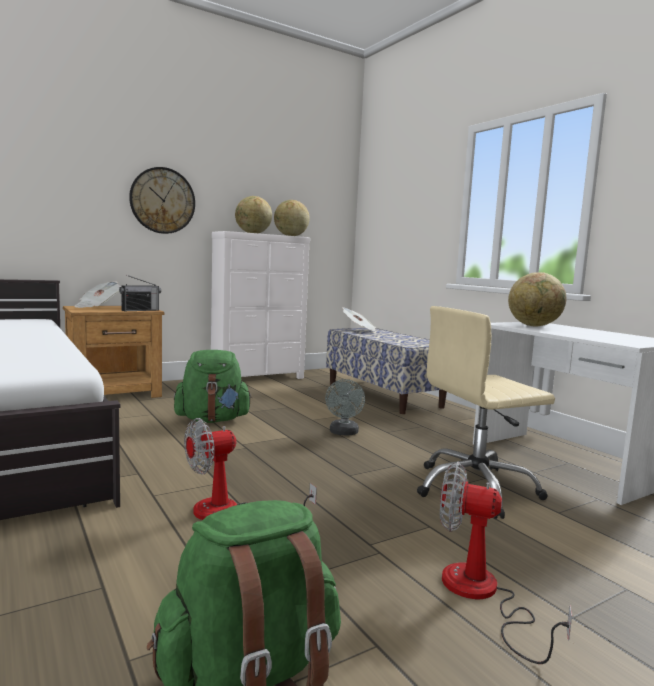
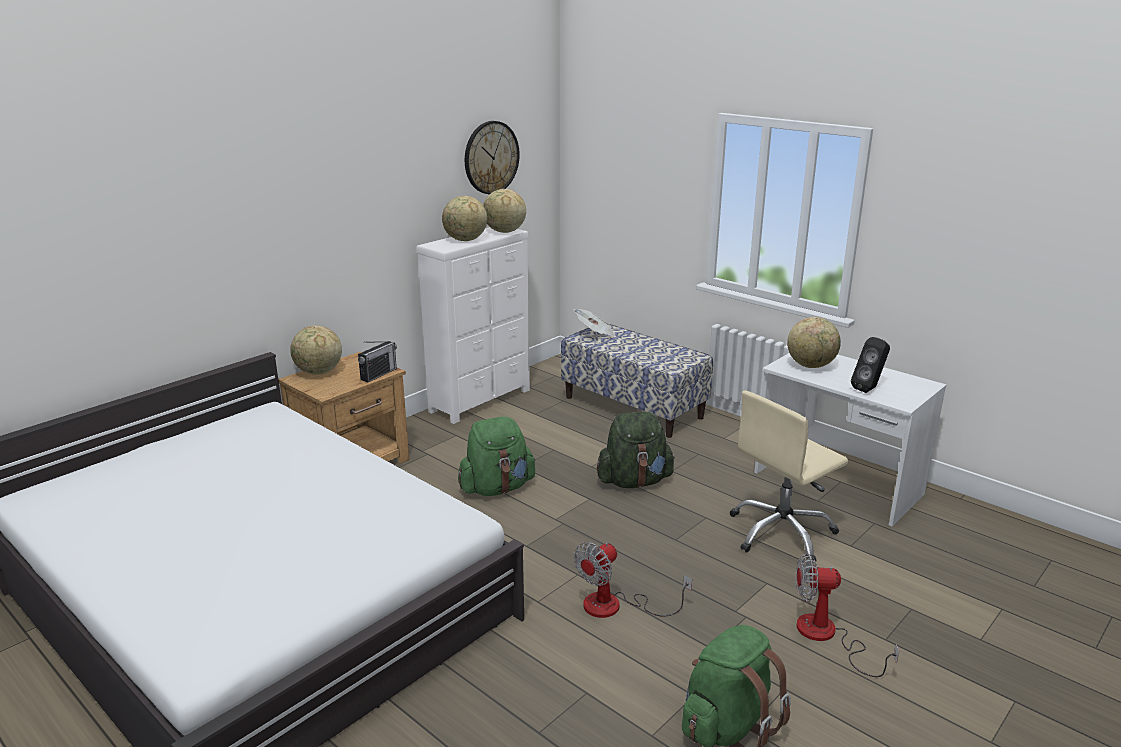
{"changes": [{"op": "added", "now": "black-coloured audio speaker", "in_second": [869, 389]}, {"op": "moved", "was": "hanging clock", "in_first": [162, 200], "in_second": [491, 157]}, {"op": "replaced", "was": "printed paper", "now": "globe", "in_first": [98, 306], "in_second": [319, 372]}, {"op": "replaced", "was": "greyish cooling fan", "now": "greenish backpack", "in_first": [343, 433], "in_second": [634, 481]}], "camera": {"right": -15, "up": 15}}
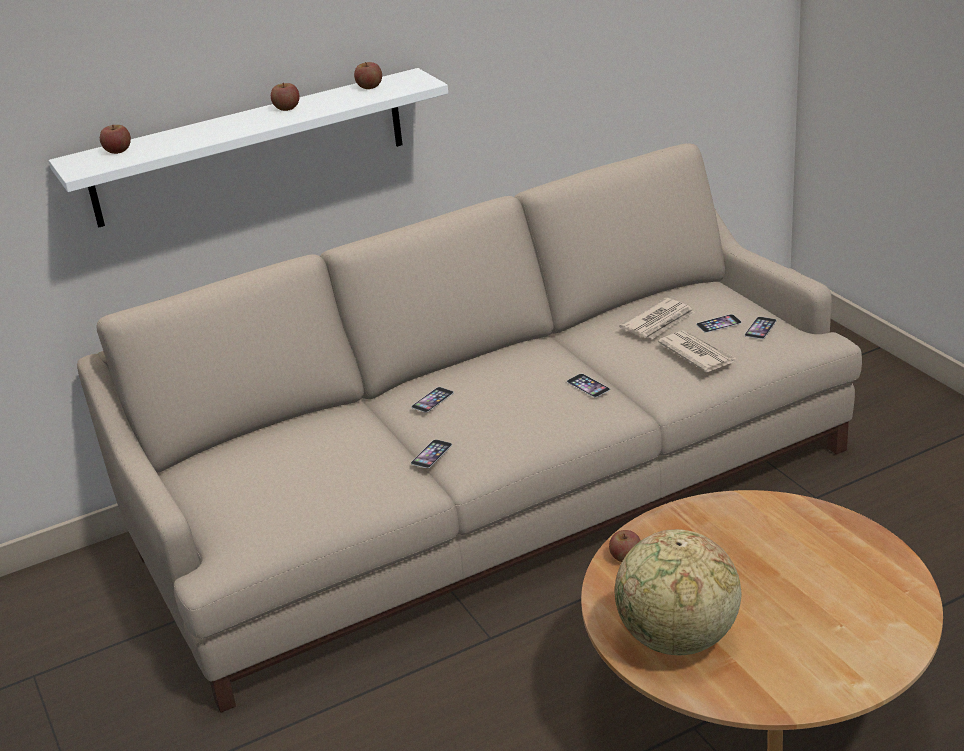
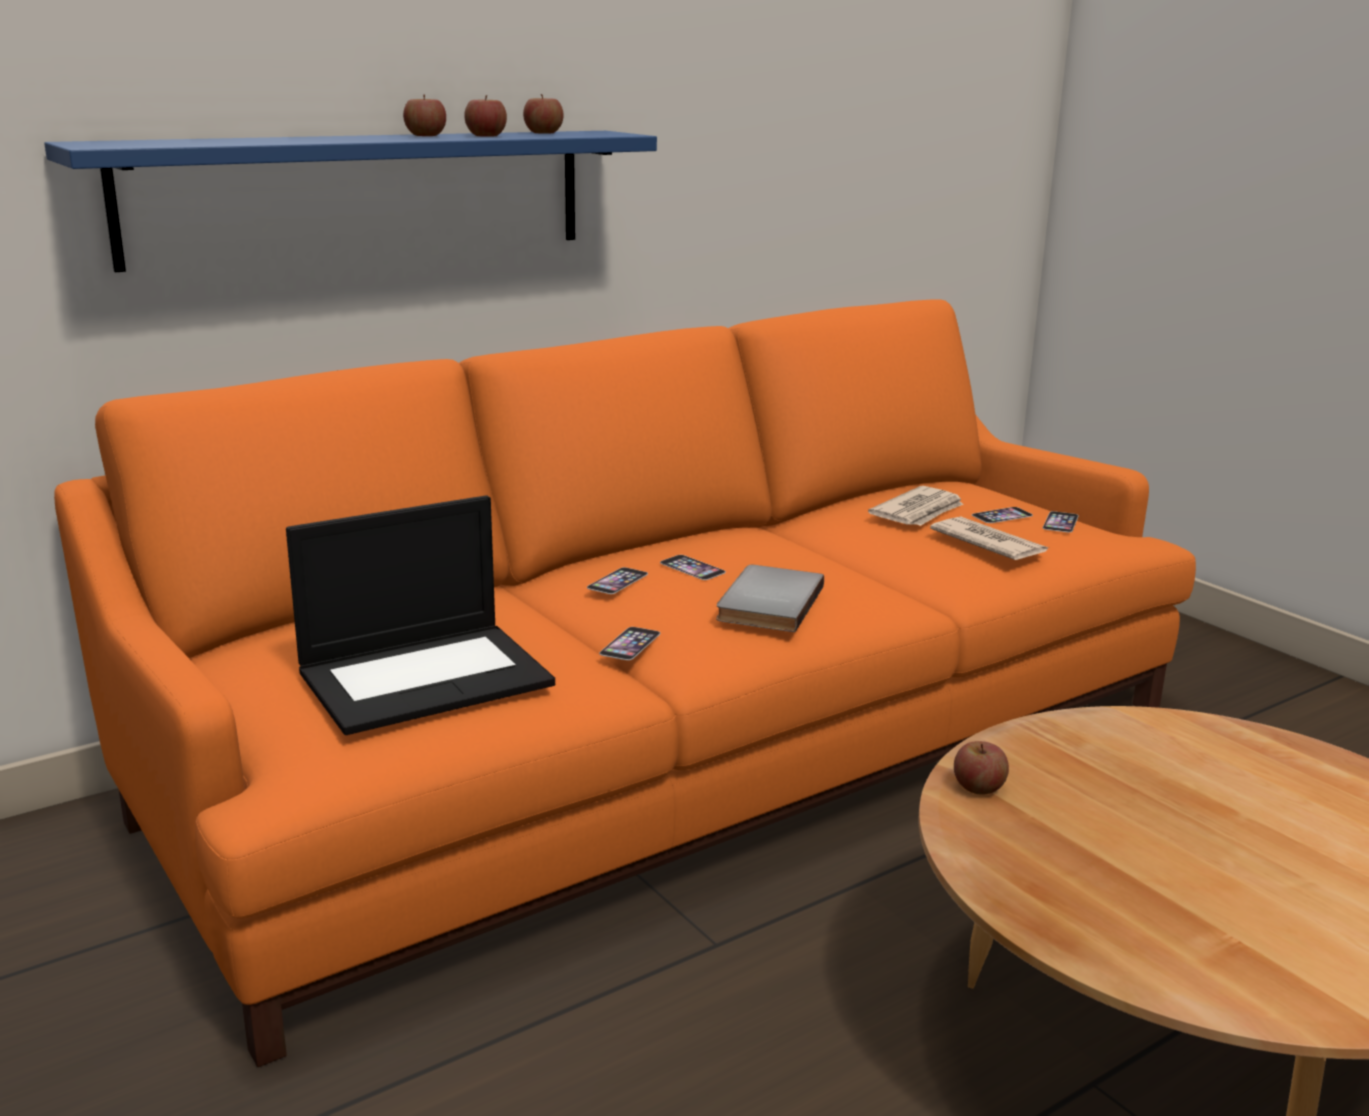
{"changes": [{"op": "removed", "was": "globe", "in_first": [677, 639]}, {"op": "added", "now": "laptop", "in_second": [427, 677]}, {"op": "added", "now": "greyish bound book", "in_second": [766, 603]}, {"op": "moved", "was": "apple", "in_first": [118, 151], "in_second": [486, 135]}, {"op": "moved", "was": "handset", "in_first": [588, 385], "in_second": [692, 567]}, {"op": "recoloured", "was": "white-coloured shelf", "now": "bluish shelf", "in_first": [249, 147], "in_second": [362, 195]}, {"op": "recoloured", "was": "beige couch", "now": "orangey couch", "in_first": [493, 496], "in_second": [680, 752]}], "camera": {"right": -10, "up": -10}}
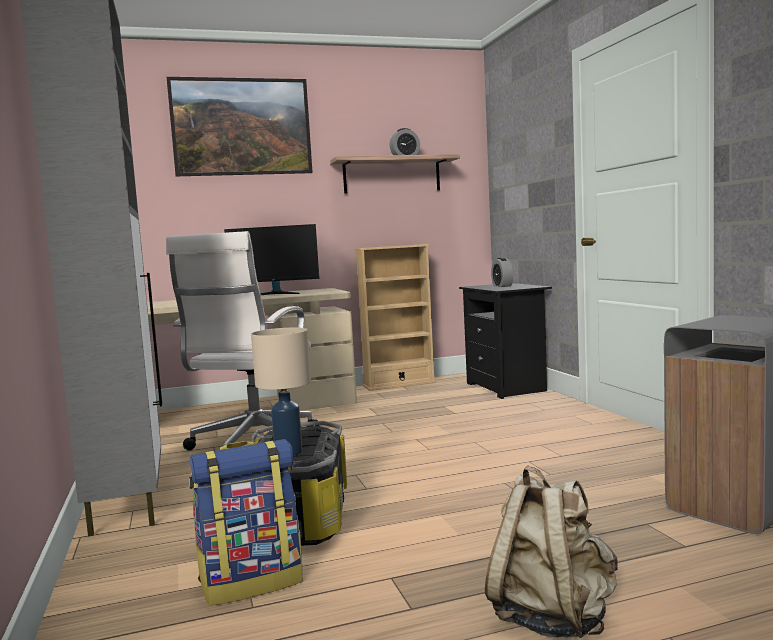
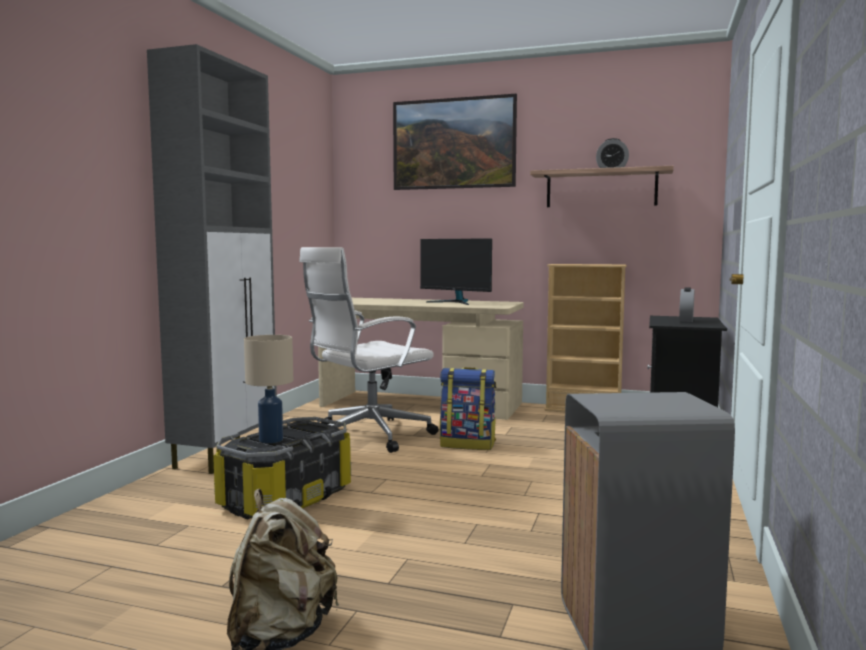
{"changes": [{"op": "moved", "was": "backpack", "in_first": [252, 581], "in_second": [468, 444]}], "camera": {"right": 35, "up": 0}}
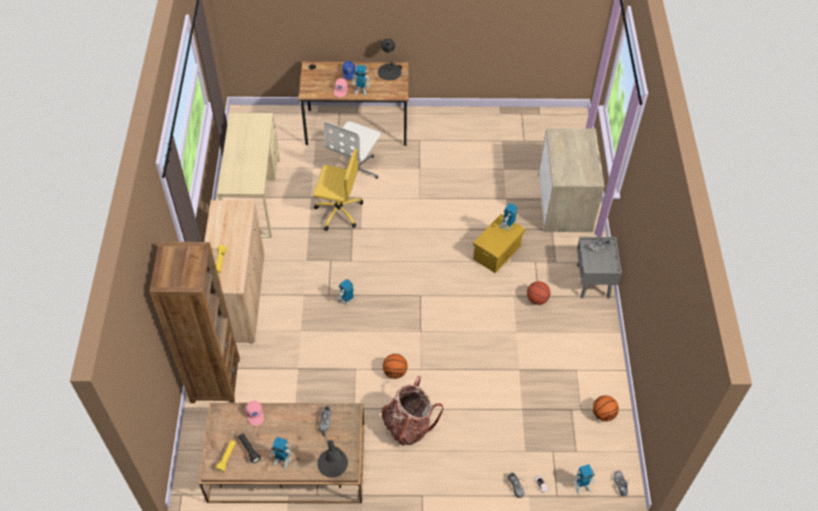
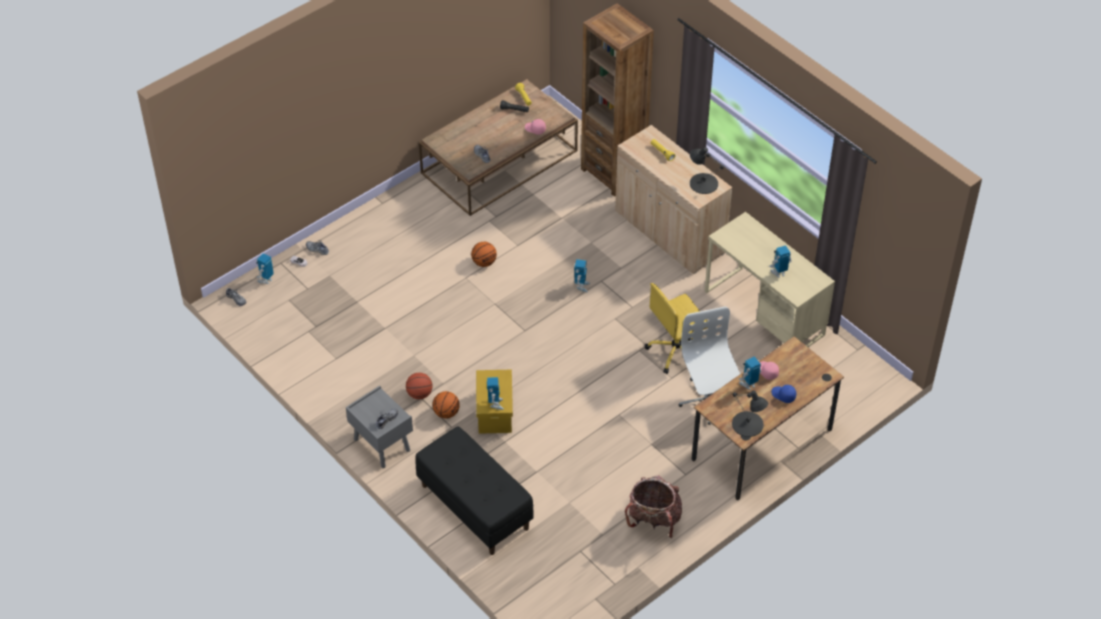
{"changes": [{"op": "moved", "was": "toy robot", "in_first": [282, 460], "in_second": [779, 273]}, {"op": "moved", "was": "black-coloured tabletop lamp", "in_first": [332, 463], "in_second": [703, 183]}, {"op": "moved", "was": "backpack", "in_first": [408, 425], "in_second": [653, 520]}, {"op": "moved", "was": "basketball", "in_first": [603, 414], "in_second": [446, 413]}, {"op": "replaced", "was": "chest of drawers", "now": "black-coloured indoor bench", "in_first": [565, 203], "in_second": [474, 507]}], "camera": {"right": 140, "up": -5}}
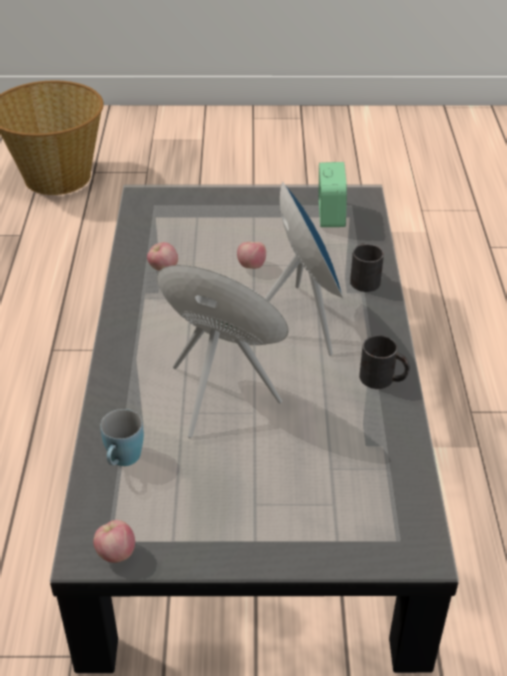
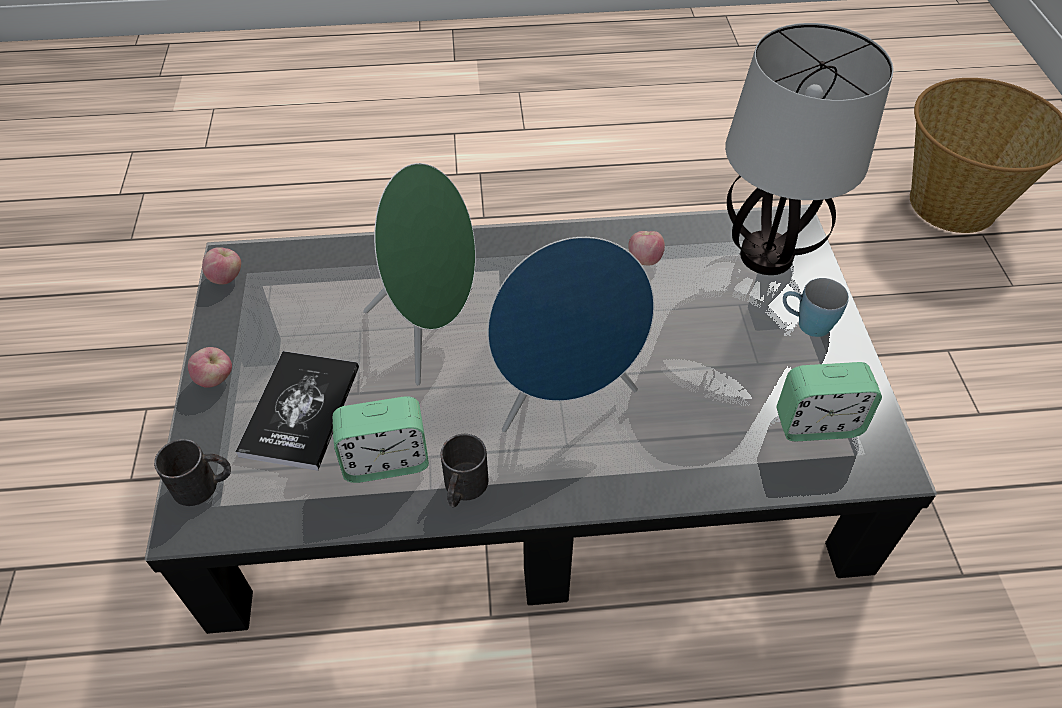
{"changes": [{"op": "added", "now": "bound book", "in_second": [301, 411]}, {"op": "added", "now": "alarm clock", "in_second": [386, 461]}, {"op": "added", "now": "tabletop lamp", "in_second": [765, 255]}, {"op": "moved", "was": "bluish coffee mug", "in_first": [122, 460], "in_second": [805, 324]}, {"op": "moved", "was": "apple", "in_first": [251, 266], "in_second": [215, 379]}, {"op": "moved", "was": "black-coloured coffee mug", "in_first": [363, 278], "in_second": [204, 484]}], "camera": {"right": 85, "up": 10}}
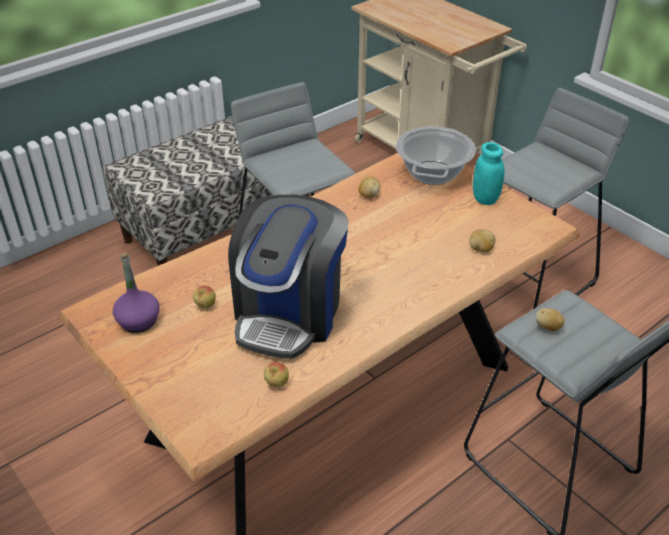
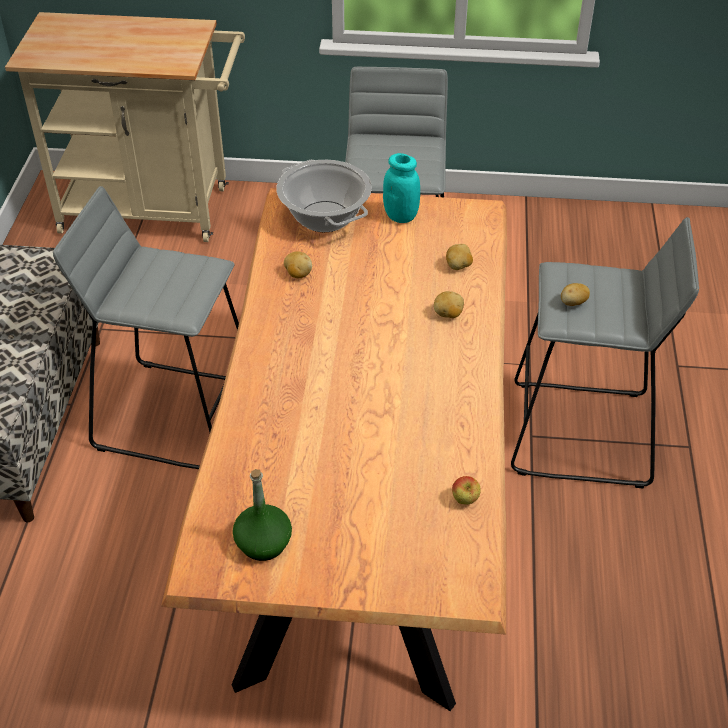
{"changes": [{"op": "removed", "was": "apple", "in_first": [205, 306]}, {"op": "removed", "was": "coffee machine", "in_first": [289, 313]}, {"op": "added", "now": "whole potato", "in_second": [448, 314]}, {"op": "recoloured", "was": "purple-coloured bottle", "now": "greenish bottle", "in_first": [138, 321], "in_second": [263, 543]}], "camera": {"right": -45, "up": 5}}
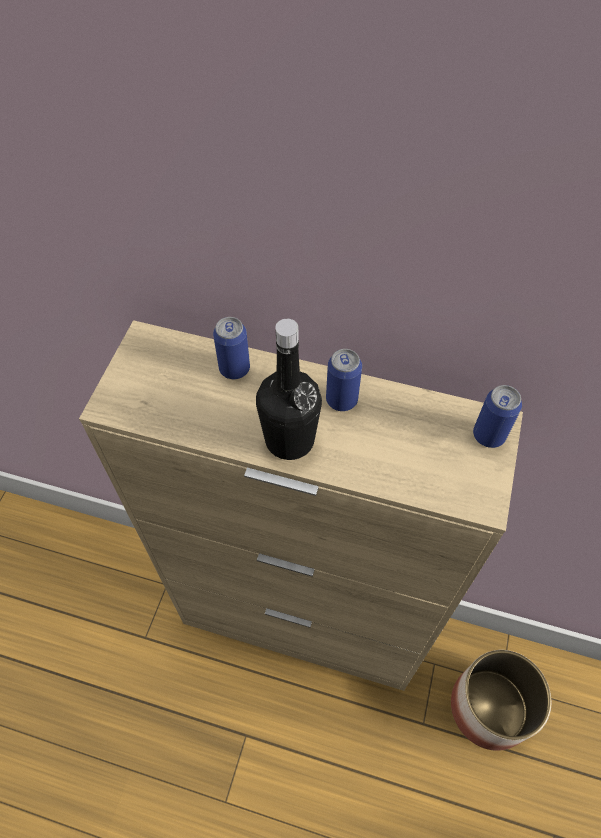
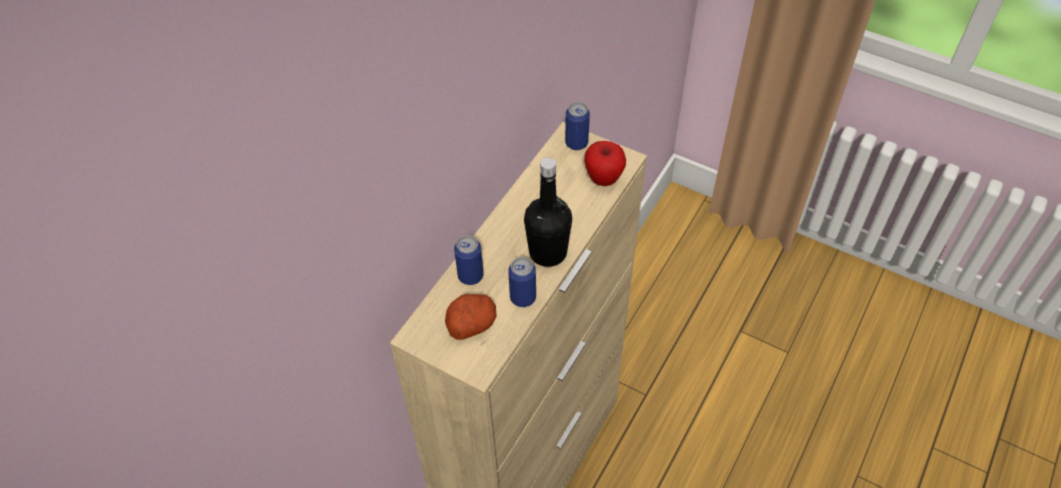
{"changes": [{"op": "removed", "was": "flower pot", "in_first": [490, 707]}, {"op": "added", "now": "whole potato", "in_second": [471, 323]}, {"op": "added", "now": "apple", "in_second": [603, 179]}, {"op": "moved", "was": "can", "in_first": [341, 400], "in_second": [523, 298]}], "camera": {"right": -75, "up": -5}}
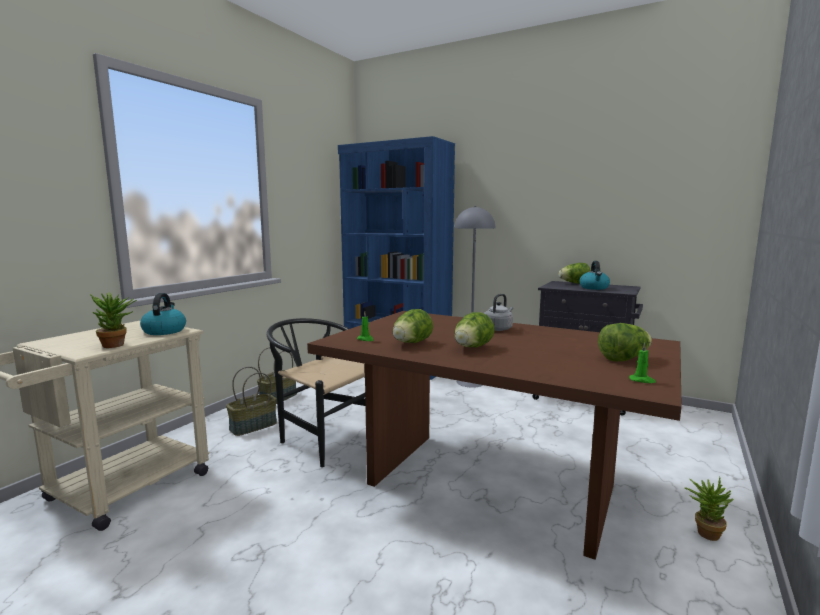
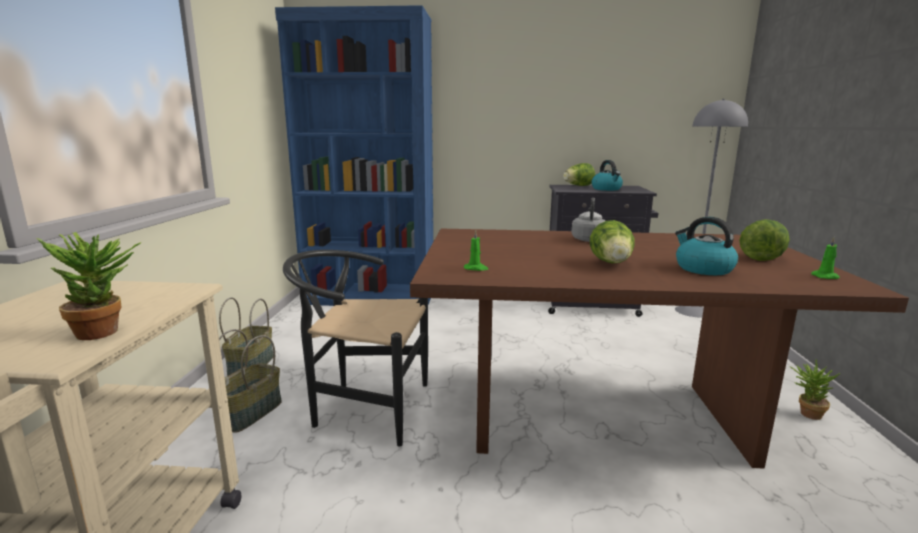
{"changes": [{"op": "removed", "was": "head of lettuce", "in_first": [411, 343]}, {"op": "moved", "was": "kettle", "in_first": [164, 331], "in_second": [702, 269]}, {"op": "moved", "was": "greyish standard lamp", "in_first": [471, 382], "in_second": [693, 311]}], "camera": {"right": -25, "up": 5}}
